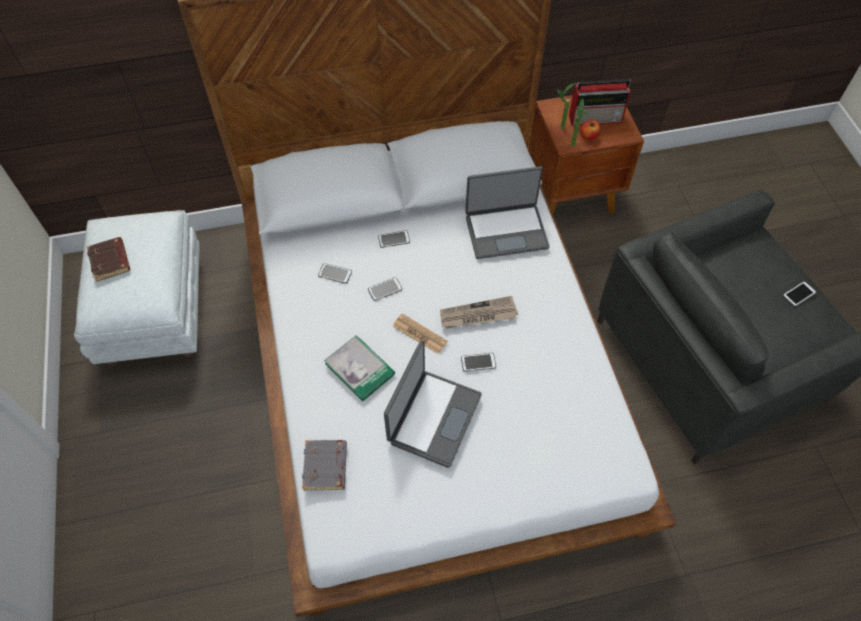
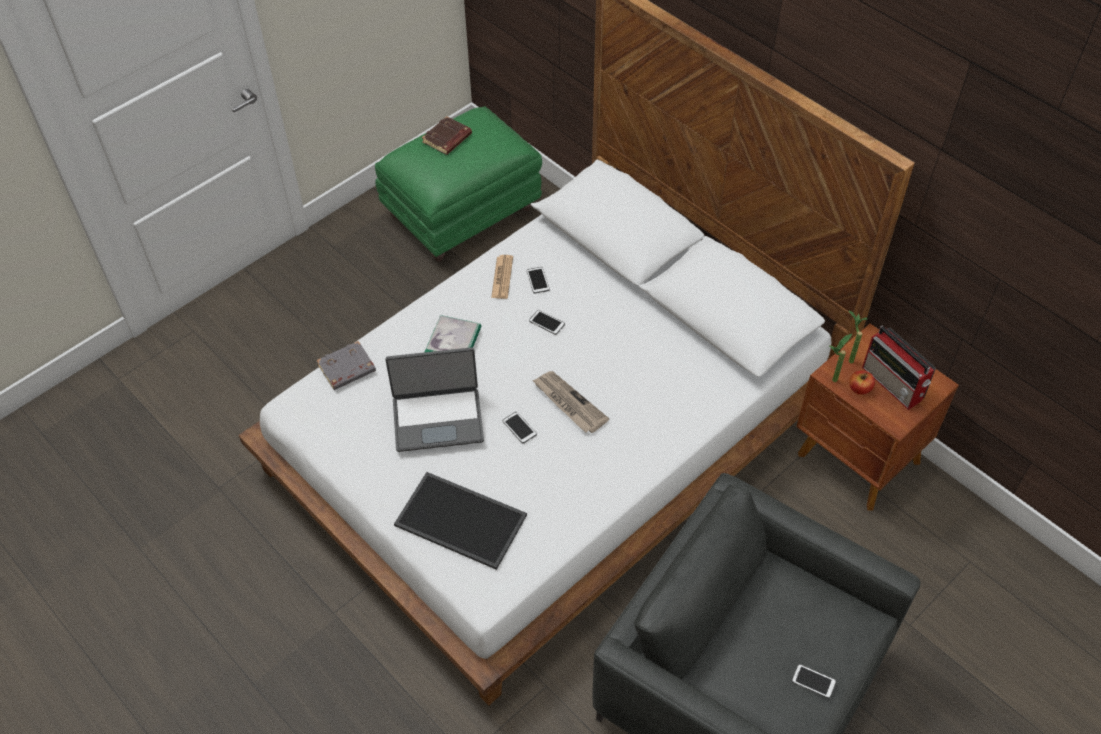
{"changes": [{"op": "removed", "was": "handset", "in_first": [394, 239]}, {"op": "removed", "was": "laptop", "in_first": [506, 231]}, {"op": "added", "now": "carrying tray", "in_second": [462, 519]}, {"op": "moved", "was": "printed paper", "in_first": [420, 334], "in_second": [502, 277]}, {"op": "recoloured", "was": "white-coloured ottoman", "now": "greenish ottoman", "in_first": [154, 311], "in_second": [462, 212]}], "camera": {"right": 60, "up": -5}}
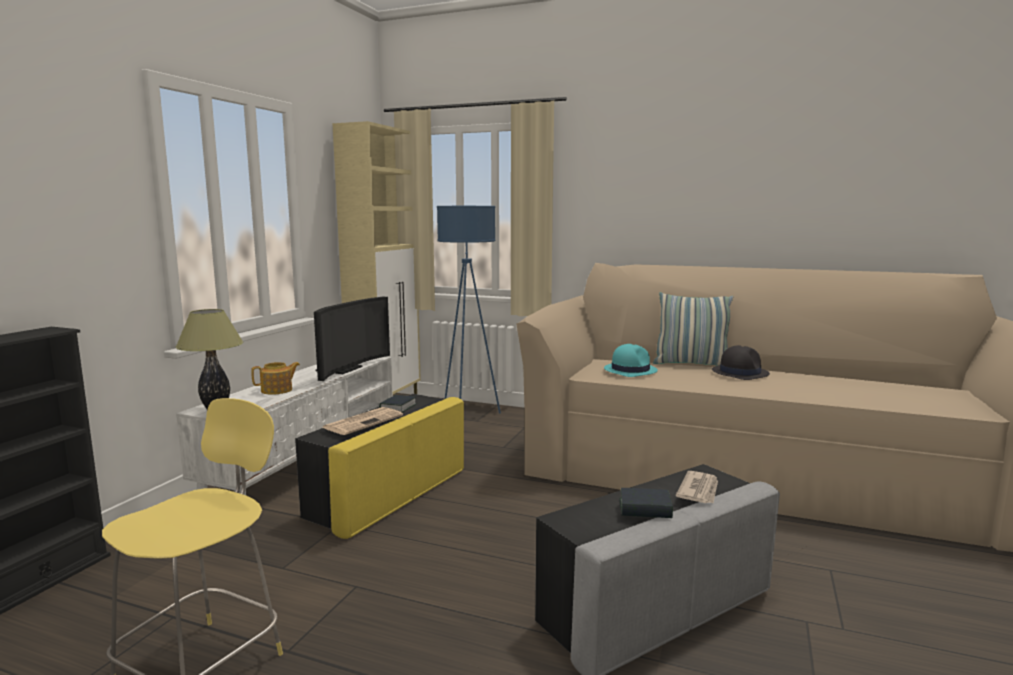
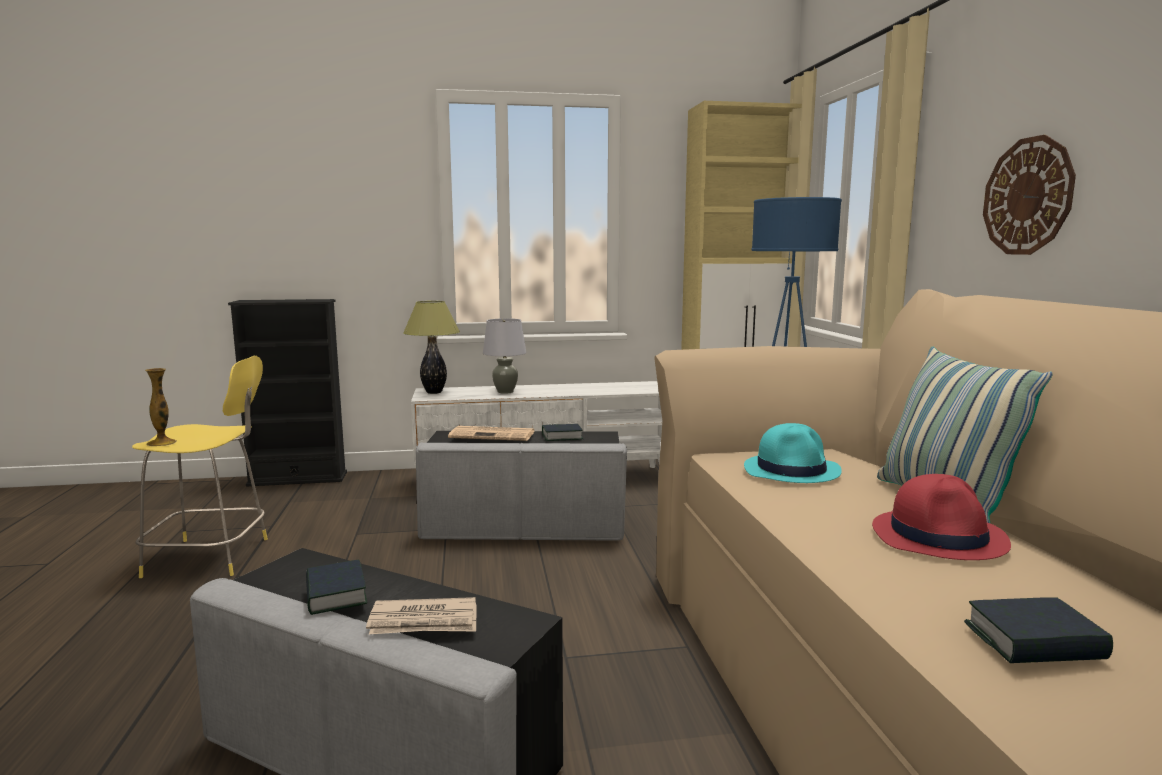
{"changes": [{"op": "removed", "was": "TV set", "in_first": [344, 369]}, {"op": "added", "now": "vase", "in_second": [161, 443]}, {"op": "added", "now": "bound book", "in_second": [1034, 642]}, {"op": "added", "now": "hanging clock", "in_second": [1027, 196]}, {"op": "replaced", "was": "teapot", "now": "greyish tabletop lamp", "in_first": [277, 390], "in_second": [505, 392]}, {"op": "recoloured", "was": "yellow ottoman", "now": "greyish ottoman", "in_first": [388, 494], "in_second": [524, 527]}, {"op": "recoloured", "was": "black-coloured hat", "now": "red-coloured hat", "in_first": [739, 372], "in_second": [939, 536]}], "camera": {"right": 60, "up": 0}}
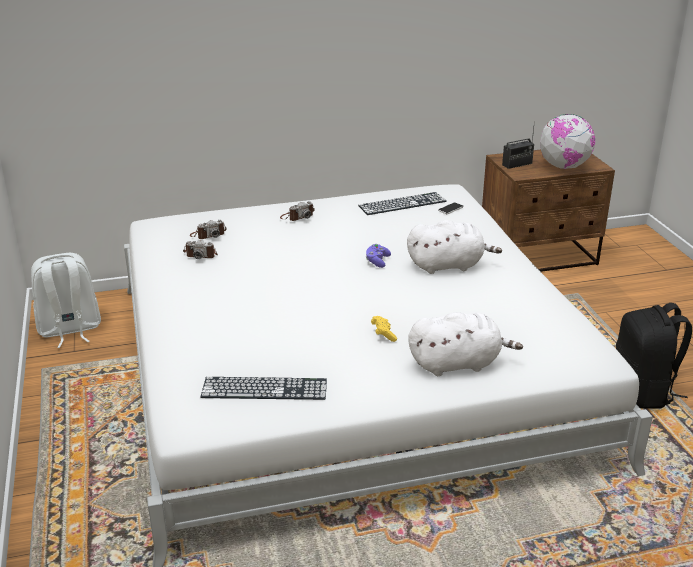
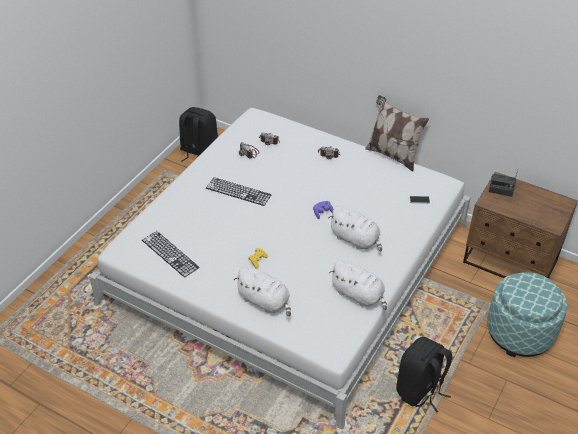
{"changes": [{"op": "removed", "was": "globe", "in_first": [564, 167]}, {"op": "added", "now": "white-coloured soft toy", "in_second": [359, 295]}, {"op": "added", "now": "cushion", "in_second": [392, 155]}, {"op": "added", "now": "ottoman", "in_second": [520, 332]}, {"op": "moved", "was": "PC keyboard", "in_first": [402, 203], "in_second": [238, 191]}, {"op": "recoloured", "was": "white-coloured backpack", "now": "black-coloured backpack", "in_first": [69, 330], "in_second": [198, 152]}], "camera": {"right": 45, "up": 15}}
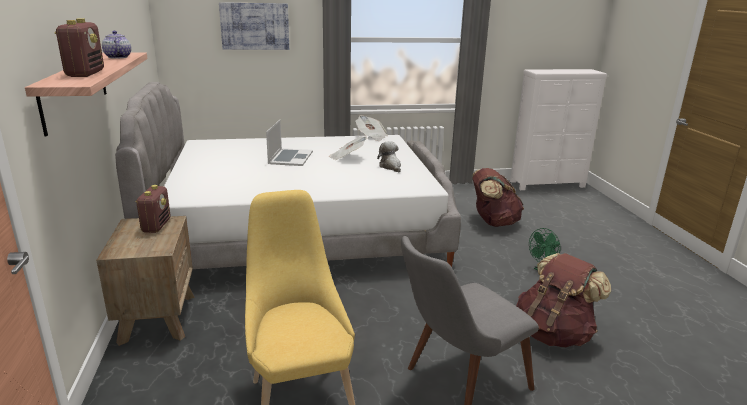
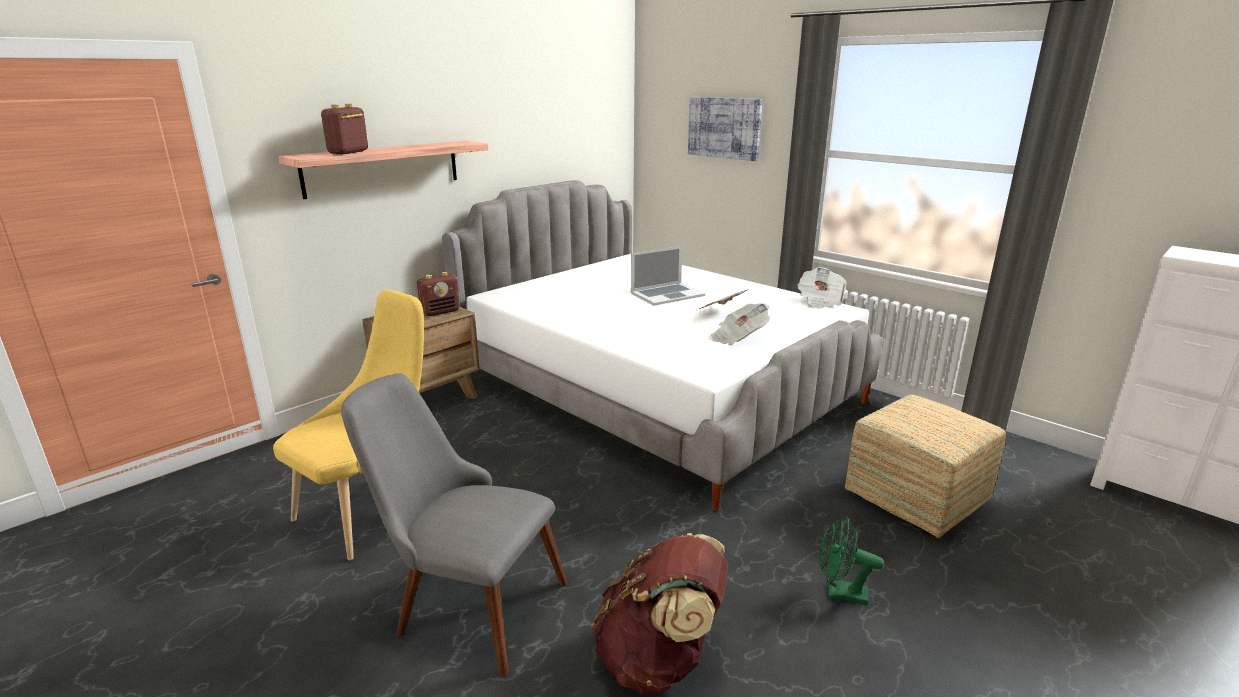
{"changes": [{"op": "removed", "was": "teapot", "in_first": [117, 57]}, {"op": "replaced", "was": "soft toy", "now": "printed paper", "in_first": [390, 167], "in_second": [737, 338]}, {"op": "replaced", "was": "brownish backpack", "now": "ottoman", "in_first": [493, 222], "in_second": [915, 498]}, {"op": "turned", "was": "radio set", "in_first": [85, 74], "in_second": [348, 152], "clockwise": 150}], "camera": {"right": 55, "up": 0}}
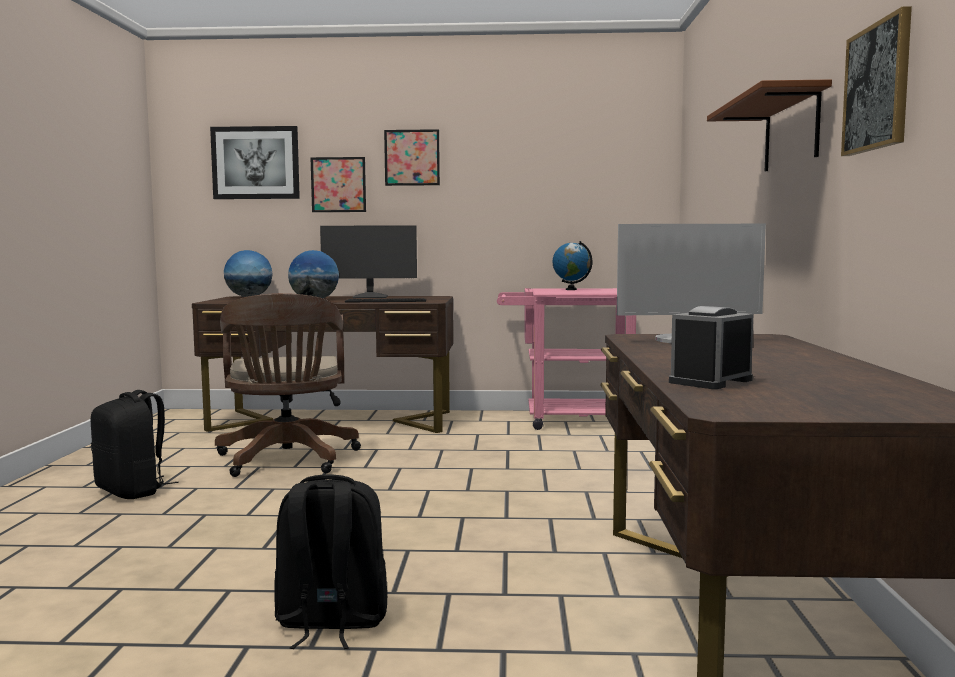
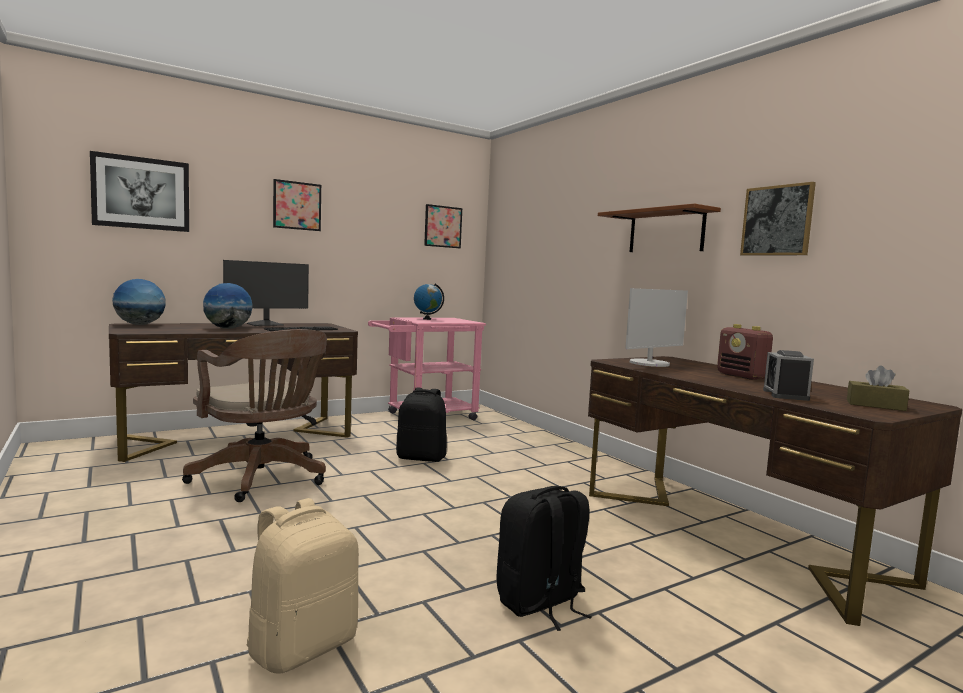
{"changes": [{"op": "added", "now": "beige backpack", "in_second": [302, 646]}, {"op": "added", "now": "radio set", "in_second": [742, 376]}, {"op": "added", "now": "brownish box of tissues", "in_second": [875, 405]}, {"op": "moved", "was": "black-coloured backpack", "in_first": [133, 491], "in_second": [421, 457]}, {"op": "moved", "was": "wall picture", "in_first": [338, 184], "in_second": [443, 226]}], "camera": {"right": -35, "up": 0}}
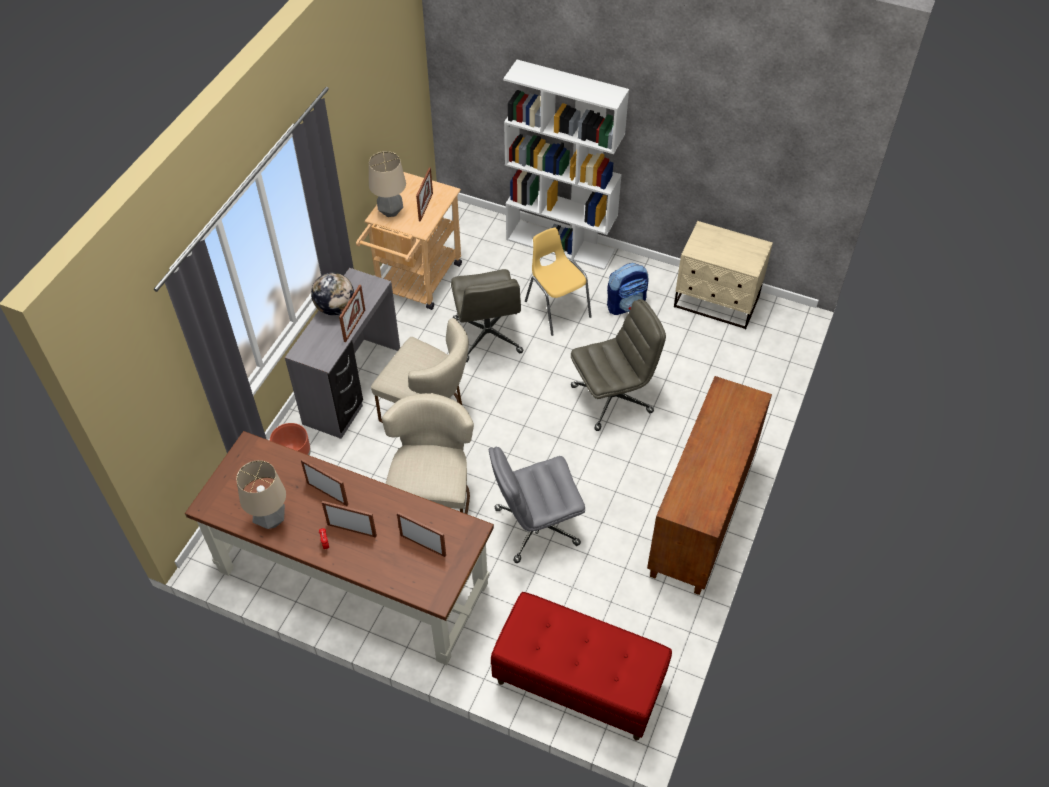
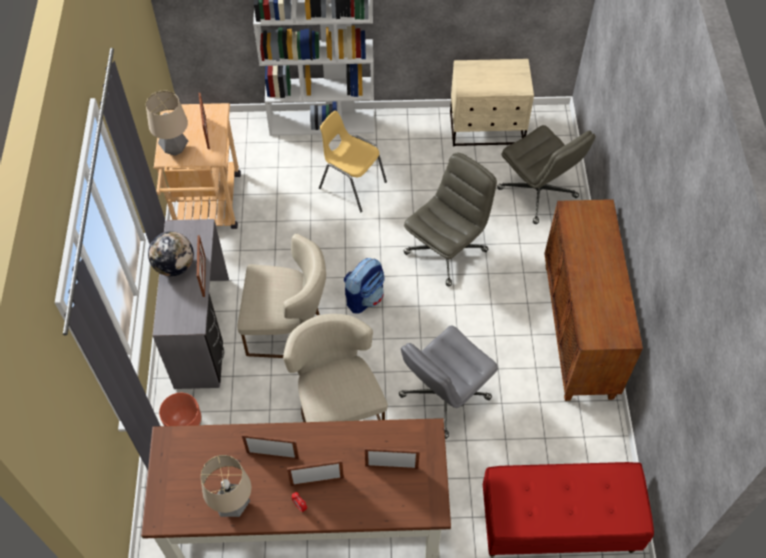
{"changes": [{"op": "moved", "was": "greyish desk chair", "in_first": [488, 336], "in_second": [538, 193]}, {"op": "moved", "was": "backpack", "in_first": [626, 305], "in_second": [365, 297]}], "camera": {"right": -25, "up": 5}}
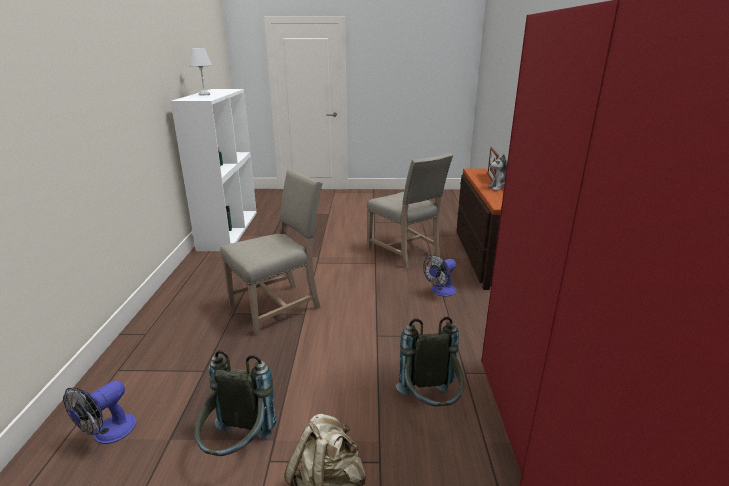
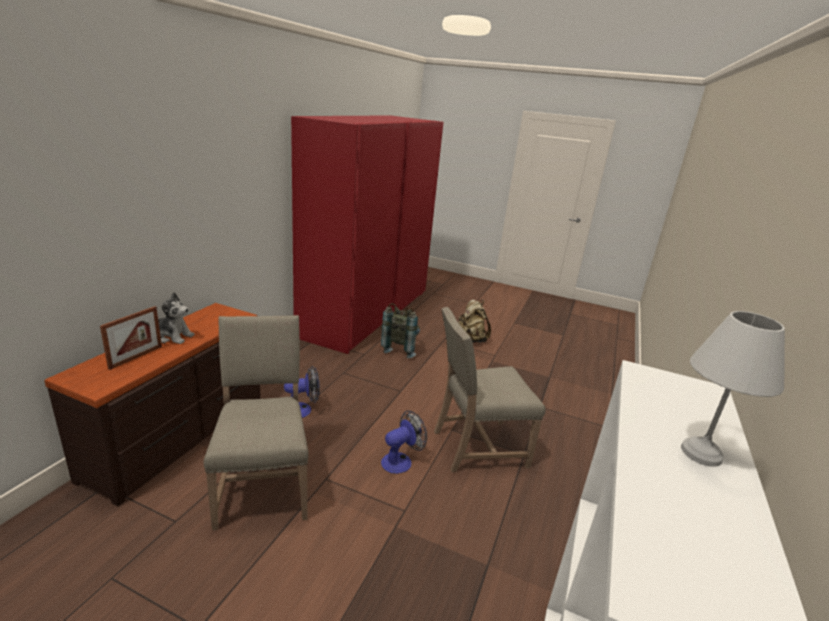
{"changes": [{"op": "removed", "was": "greyish backpack", "in_first": [237, 448]}, {"op": "moved", "was": "cooling fan", "in_first": [108, 433], "in_second": [401, 460]}], "camera": {"right": -160, "up": 0}}
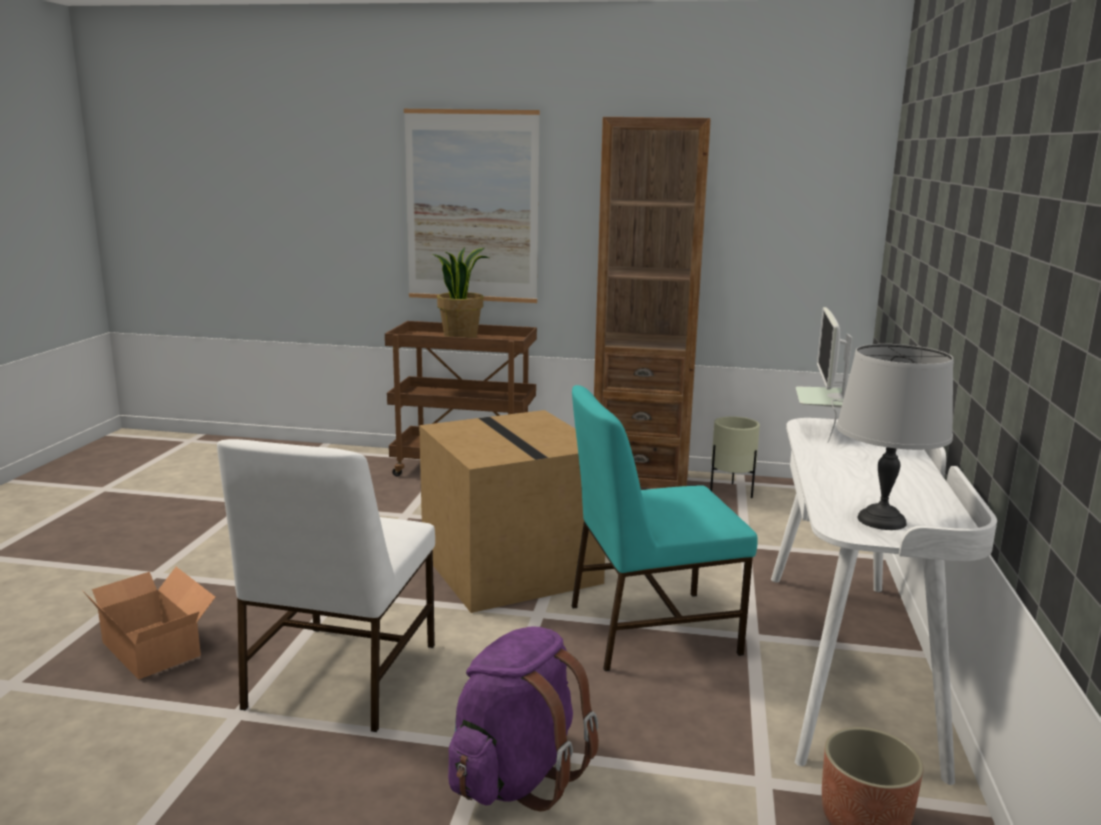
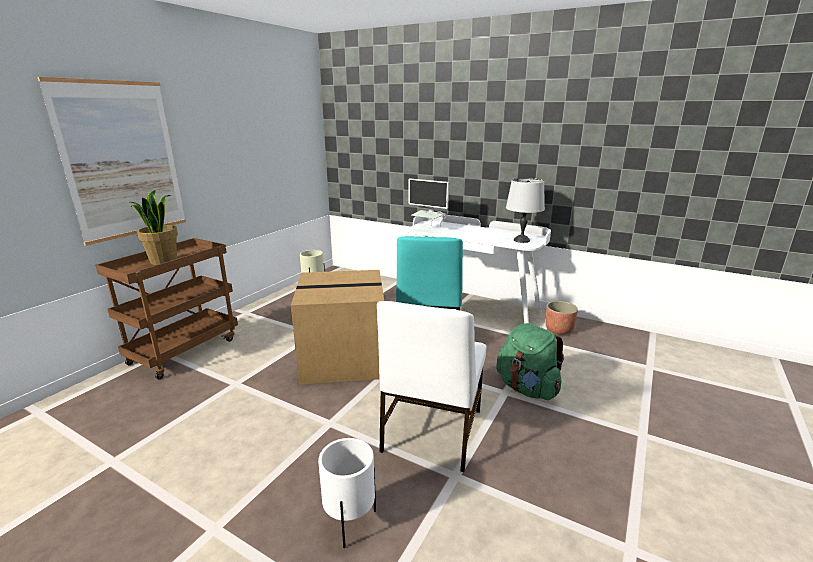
{"changes": [{"op": "removed", "was": "brownish bookshelf", "in_first": [640, 482]}, {"op": "replaced", "was": "packing box", "now": "white-coloured flower pot", "in_first": [154, 646], "in_second": [349, 522]}, {"op": "recoloured", "was": "purple-coloured backpack", "now": "greenish backpack", "in_first": [517, 776], "in_second": [527, 388]}, {"op": "turned", "was": "white-coloured upright chair", "in_first": [339, 677], "in_second": [431, 431], "clockwise": 75}], "camera": {"right": -70, "up": 5}}
